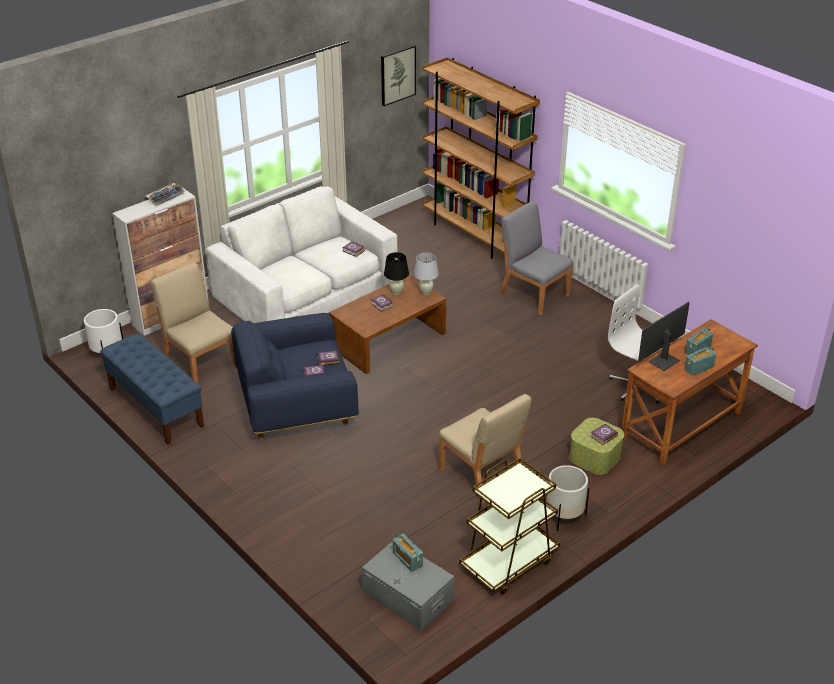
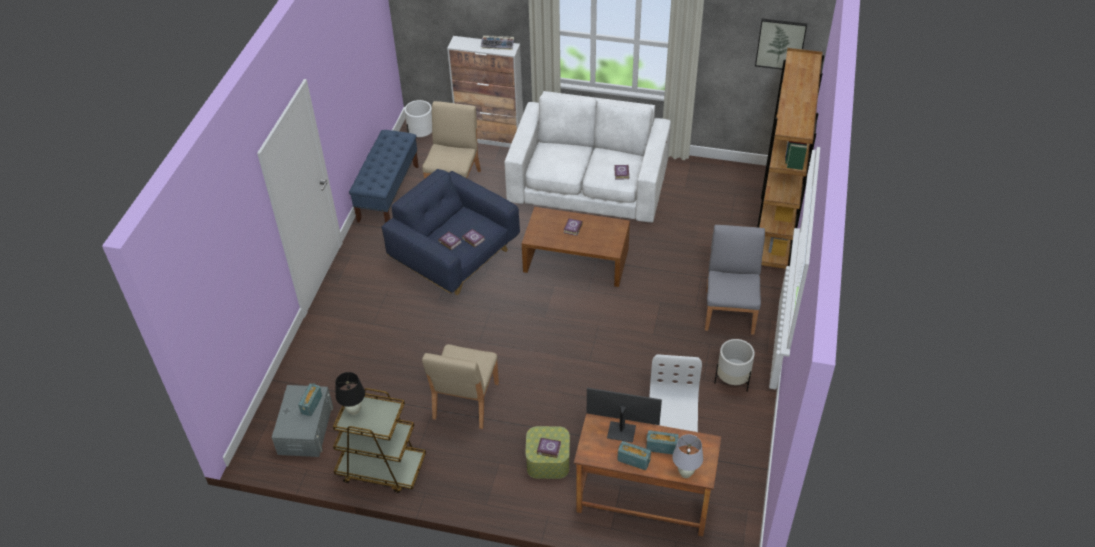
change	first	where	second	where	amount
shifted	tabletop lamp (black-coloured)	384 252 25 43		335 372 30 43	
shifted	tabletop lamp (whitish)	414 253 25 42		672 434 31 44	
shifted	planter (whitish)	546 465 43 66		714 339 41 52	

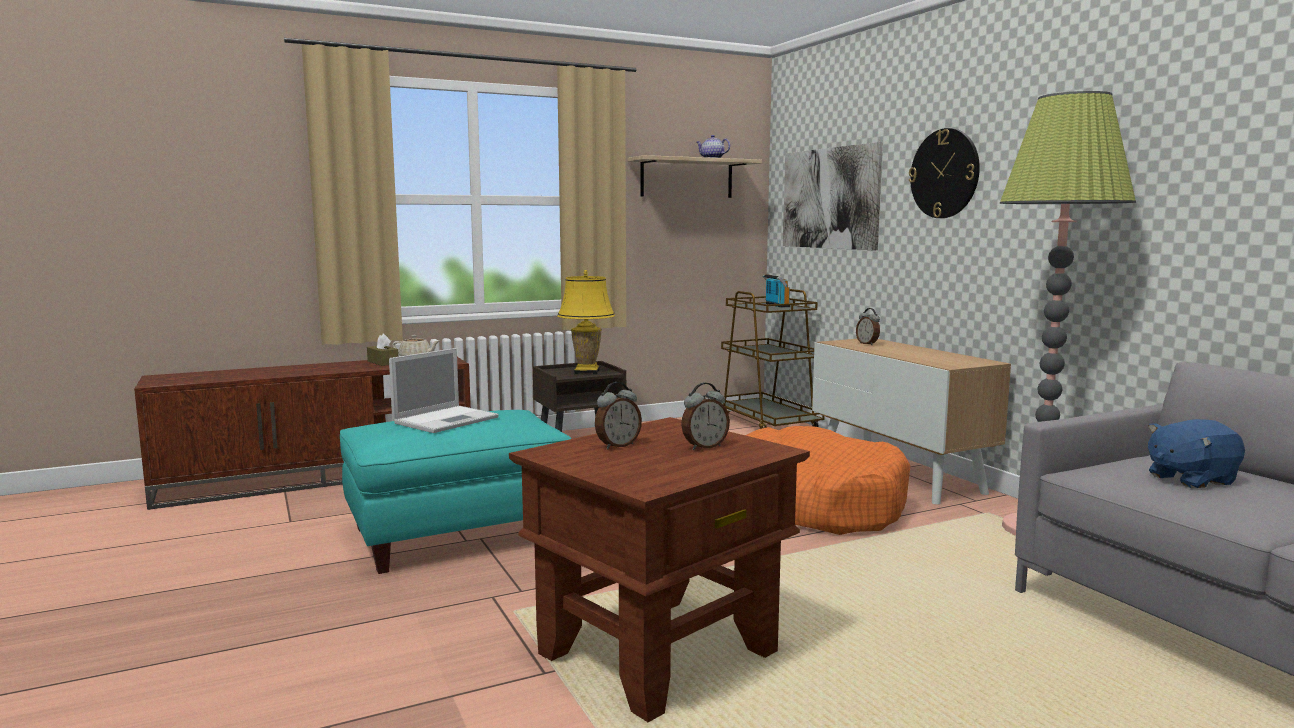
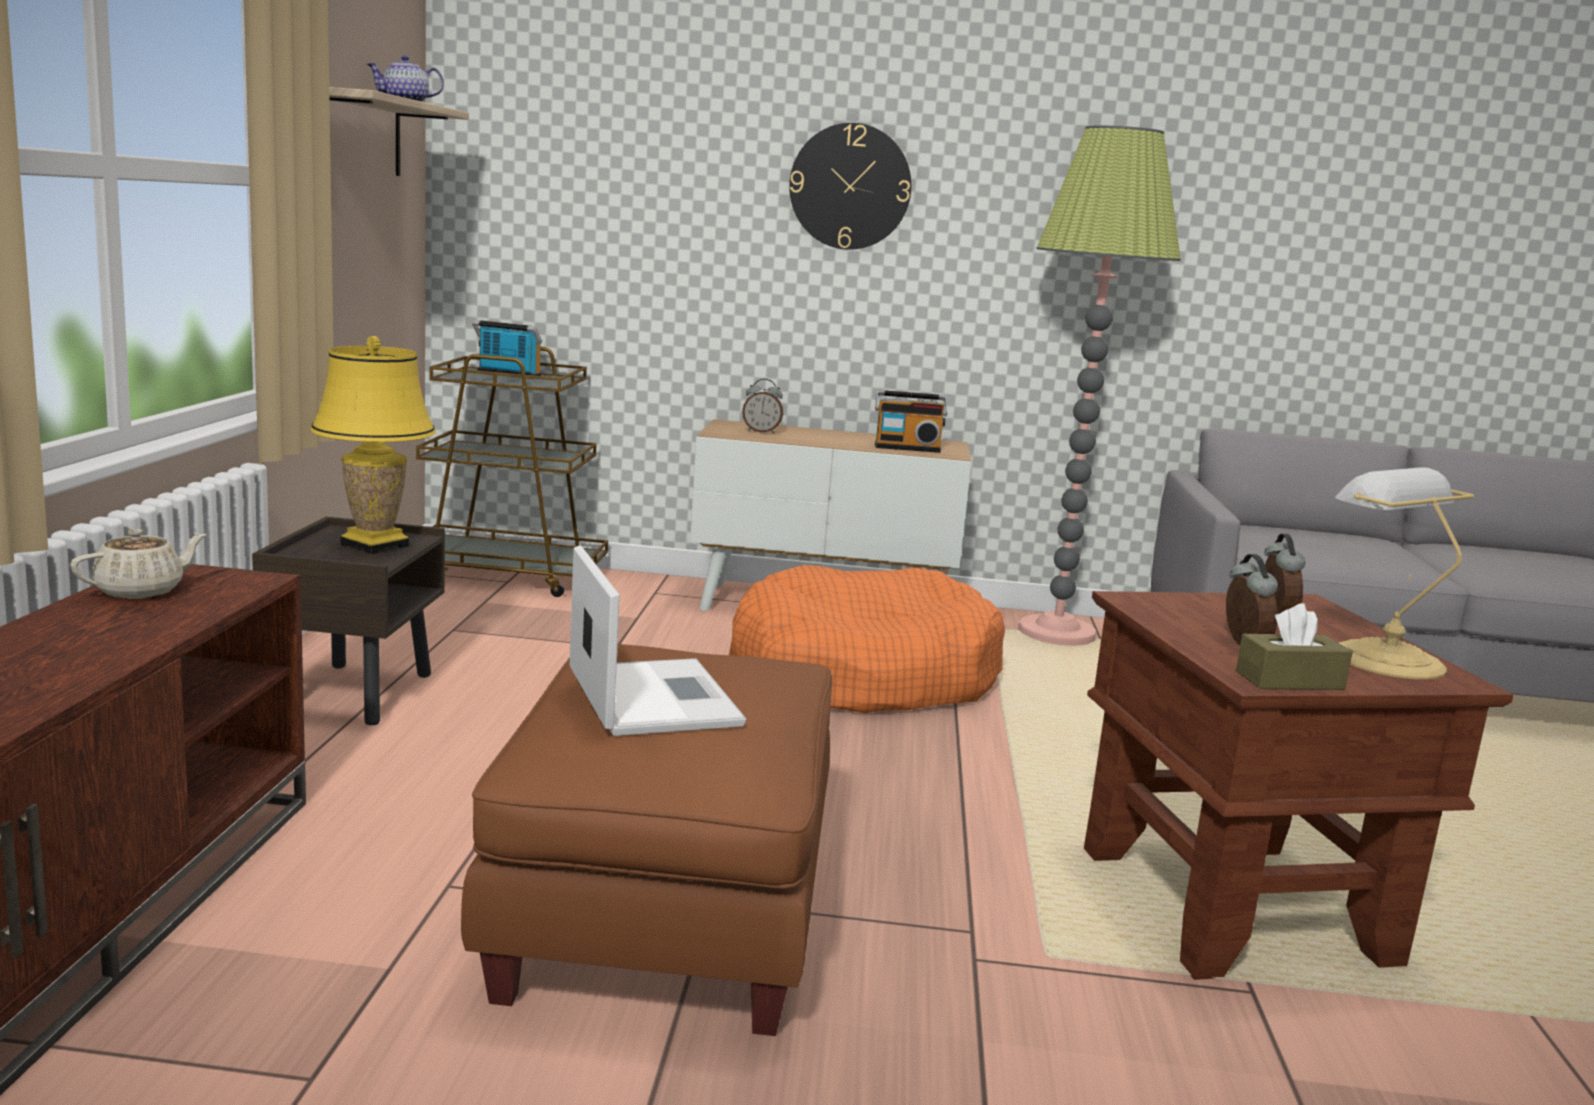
change	first	where	second	where	amount
repainted	ottoman (turquoise)	340 410 231 164	ottoman (brown)	461 644 371 392	
shifted	box of tissues (brown)	367 334 32 32		1236 603 117 87	
gone	wall art	783 142 100 109			
gone	cuddly toy (bluish)	1148 419 97 69			
new			radio set	875 390 73 63	
new			tabletop lamp	1335 467 139 212	

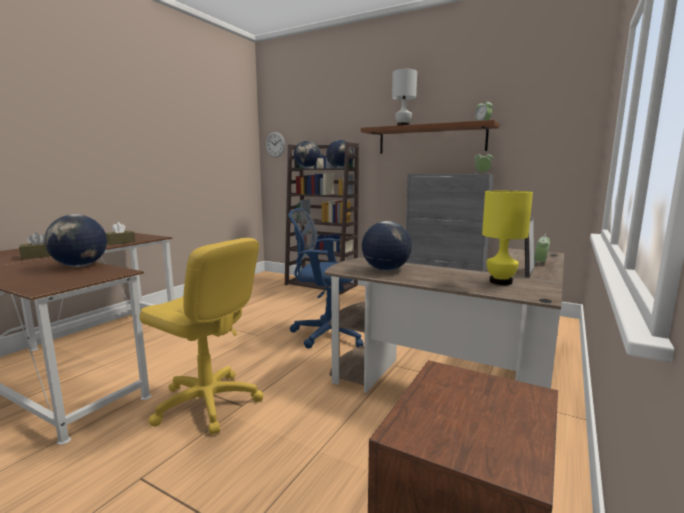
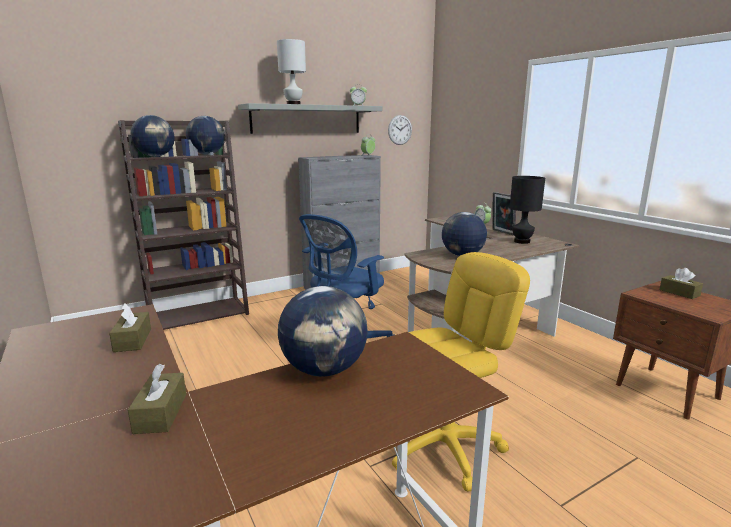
change	first	where	second	where	amount
shifted	wall clock	266 132 19 25		388 115 24 30	
repainted	shelf (brown)	361 120 138 33	shelf (gray)	238 103 144 31	
repainted	tabletop lamp (yellow-coloured)	482 191 51 94	tabletop lamp (black-coloured)	510 176 35 68	
new			box of tissues (brown)	659 268 44 31	

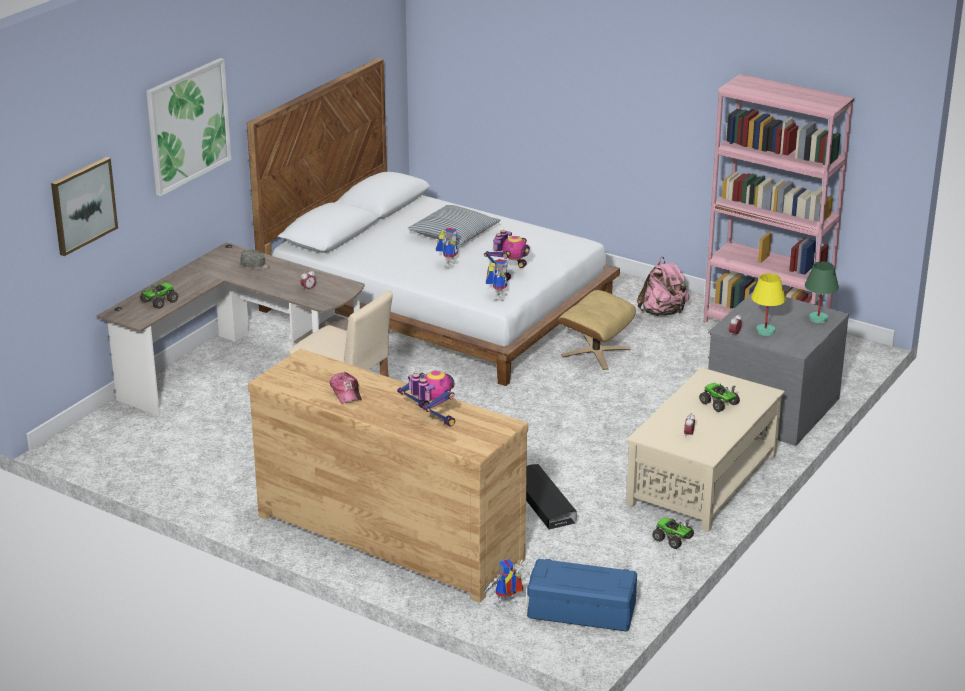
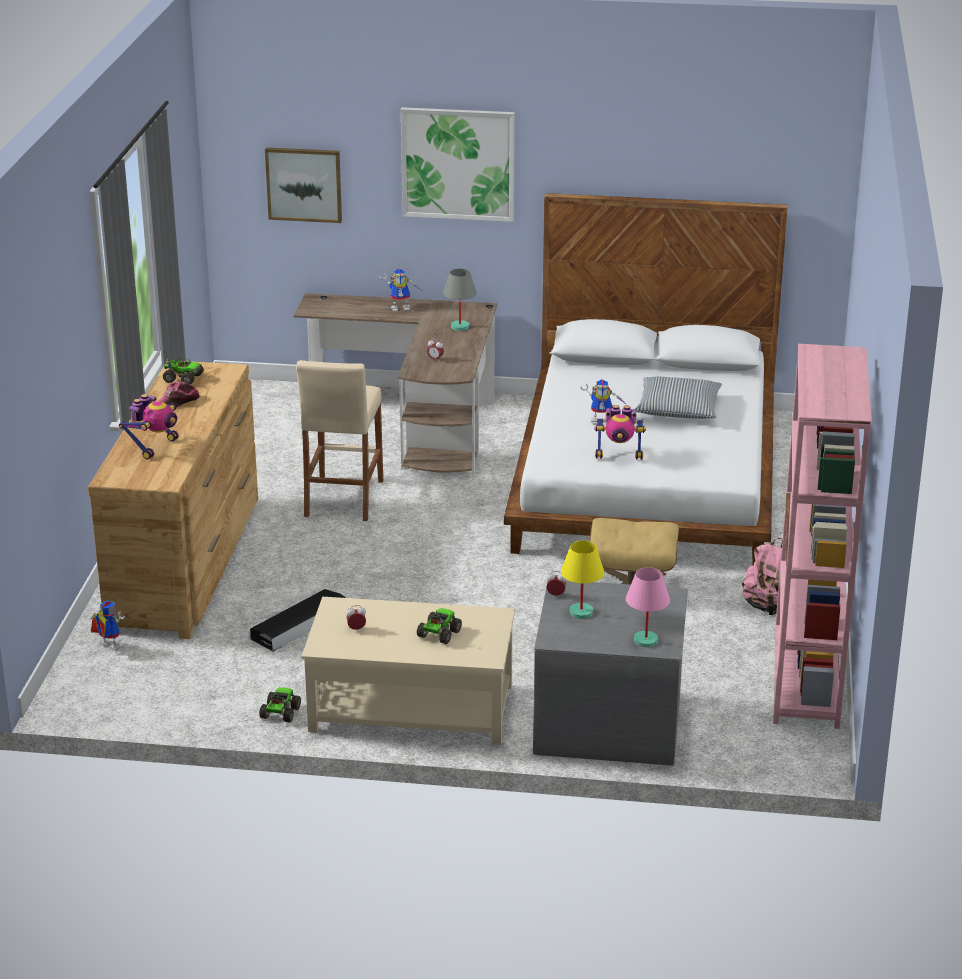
change	first	where	second	where	amount
shifted	toy truck	140 282 38 27		163 357 41 28	
swapped	cap (gray)	241 249 29 21	tabletop lamp (gray)	443 268 34 63	
shifted	robot figure	486 259 22 42		380 269 44 42	
gone	storage bin (bluish)	527 559 110 72			
repainted	tabletop lamp (green-coloured)	805 262 34 61	tabletop lamp (pink)	626 567 44 80	

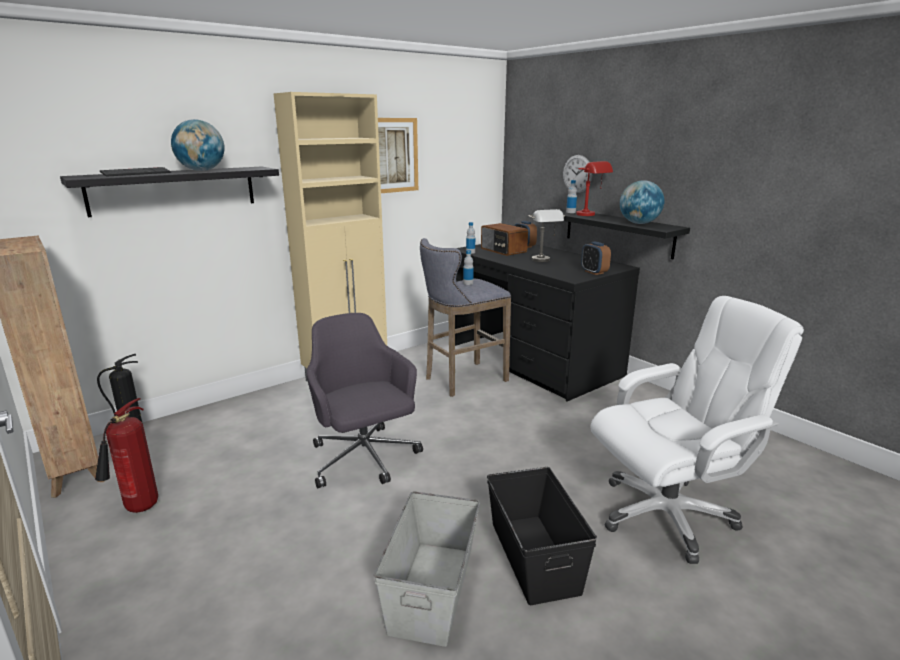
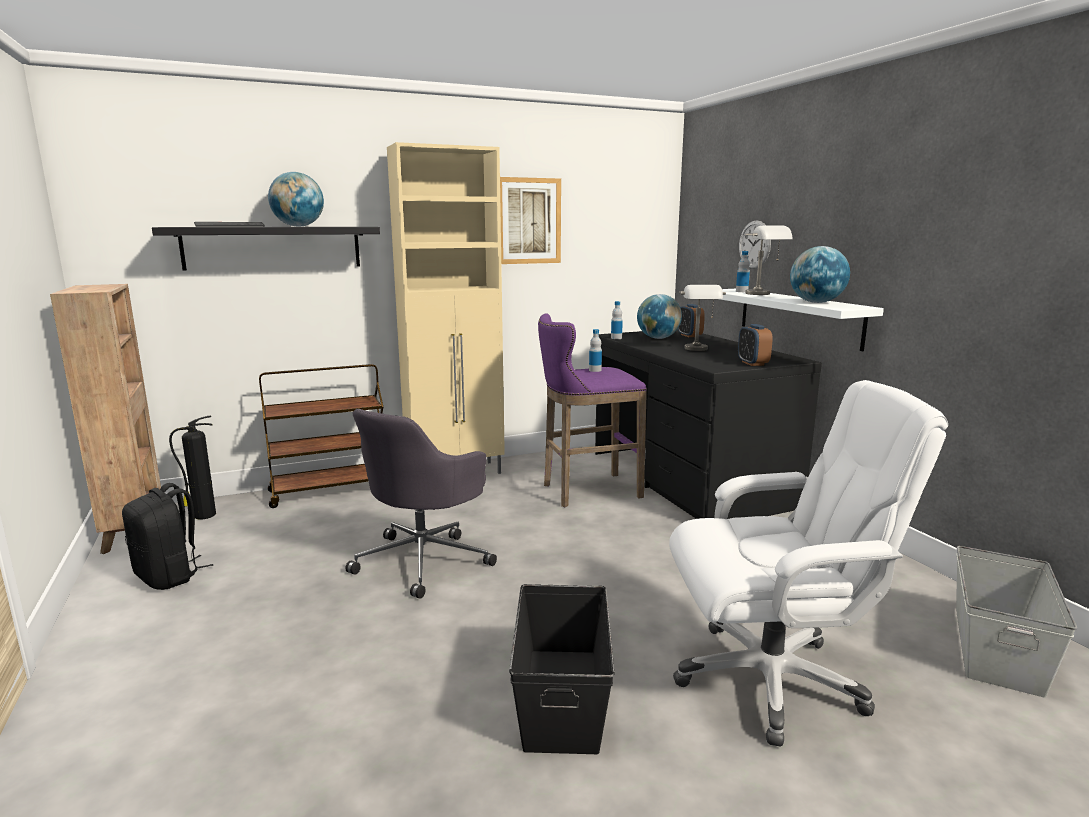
change	first	where	second	where	amount
swapped	extinguisher	95 398 63 115	knapsack (black-coloured)	122 483 91 107	
rotated	computer chair (gray)	307 313 116 175		345 409 152 190	135 degrees counterclockwise
shifted	storage bin (gray)	374 491 106 156		956 546 121 152	
repainted	stool (gray)	420 238 91 159	stool (purple-coloured)	538 313 109 194	
swapped	radio set	481 223 47 33	desk globe	637 294 45 45	
repainted	shelf (black-coloured)	559 208 131 52	shelf (whitish)	720 289 164 62	
repainted	tabletop lamp (reddish)	576 161 37 55	tabletop lamp (gray)	745 225 48 70	
new			trolley (brown)	259 364 124 144	

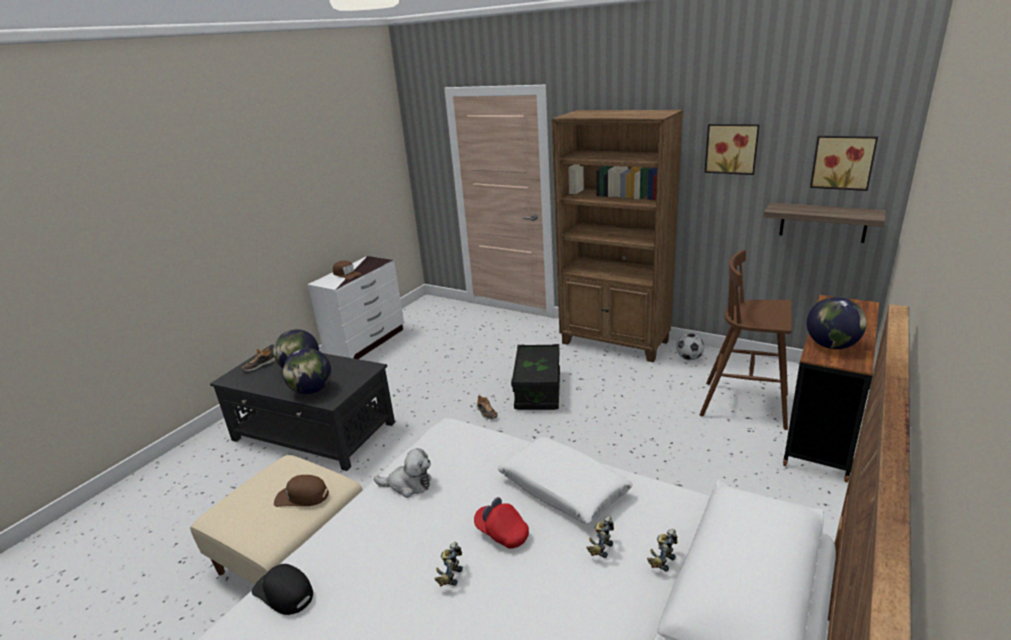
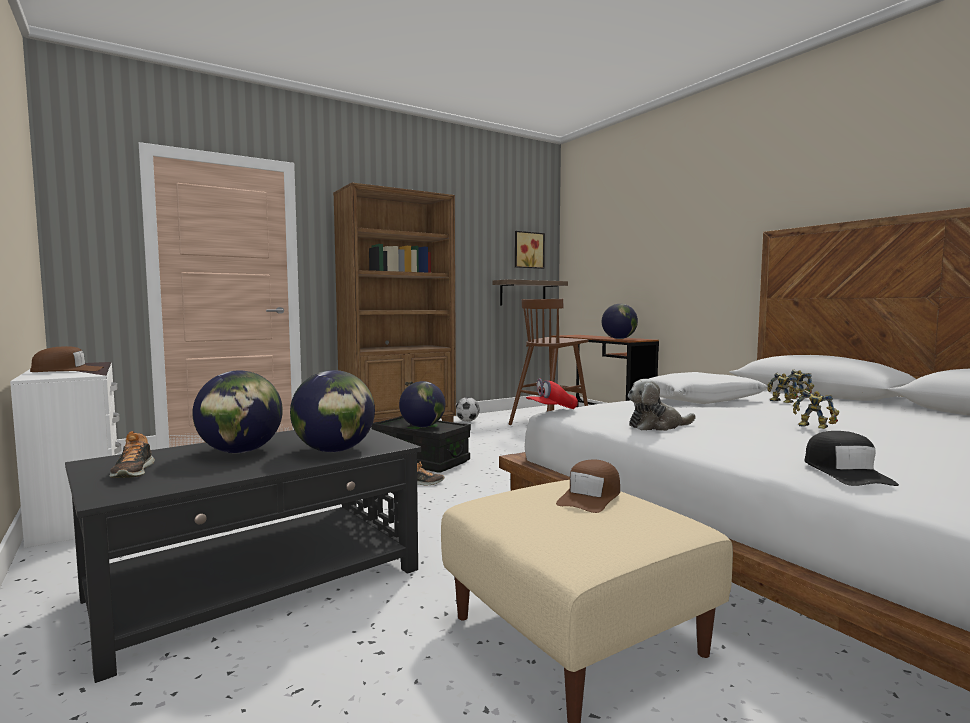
change	first	where	second	where	amount
rotated	cap (black-coloured)	252 564 61 51		805 431 94 55	60 degrees counterclockwise
rotated	cuddly toy	374 448 57 50		628 379 67 52	135 degrees counterclockwise
shifted	cap (reddish)	474 497 55 52		526 379 52 30	
gone	wall art	705 124 55 51			
new			desk globe	399 381 46 46	

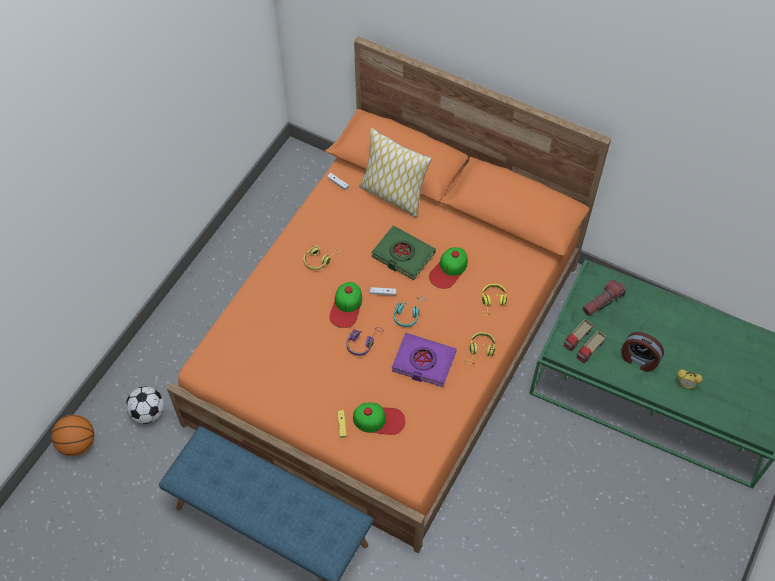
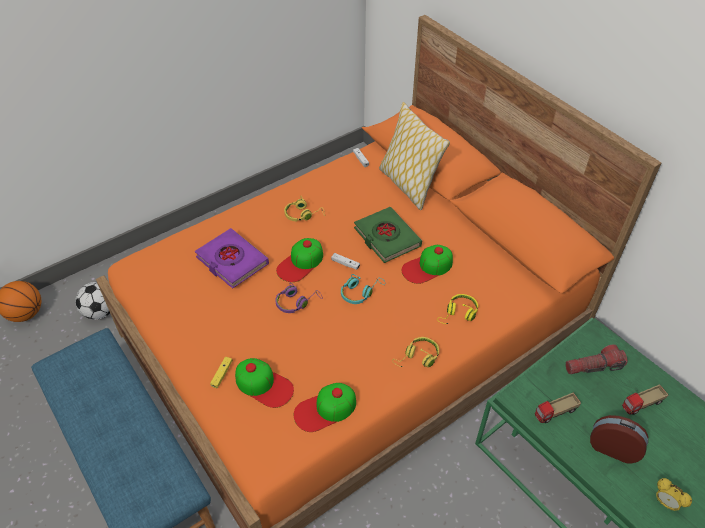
change	first	where	second	where	amount
shifted	bound book (purple-coloured)	392 333 65 54		195 228 74 61	
shifted	toy truck	564 319 29 32		622 384 46 31	
rotated	table clock	621 332 43 40		590 415 58 48	150 degrees clockwise
new			cap	294 383 62 49	

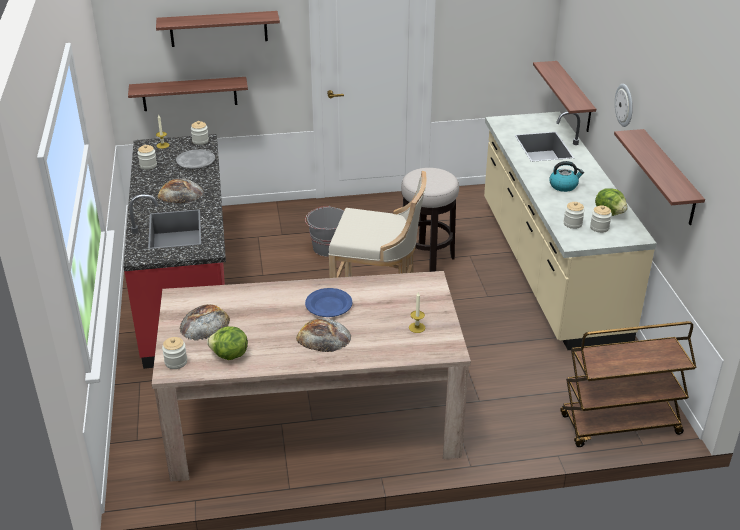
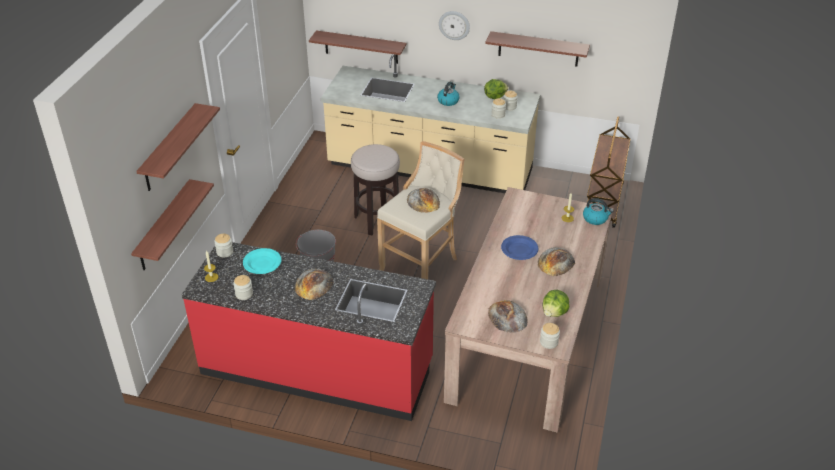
change	first	where	second	where	amount
repainted	dinner plate (gray)	176 149 39 20	dinner plate (turquoise)	243 248 39 26	
new			bread	407 188 33 25	
new			water kettle	583 198 31 27	

